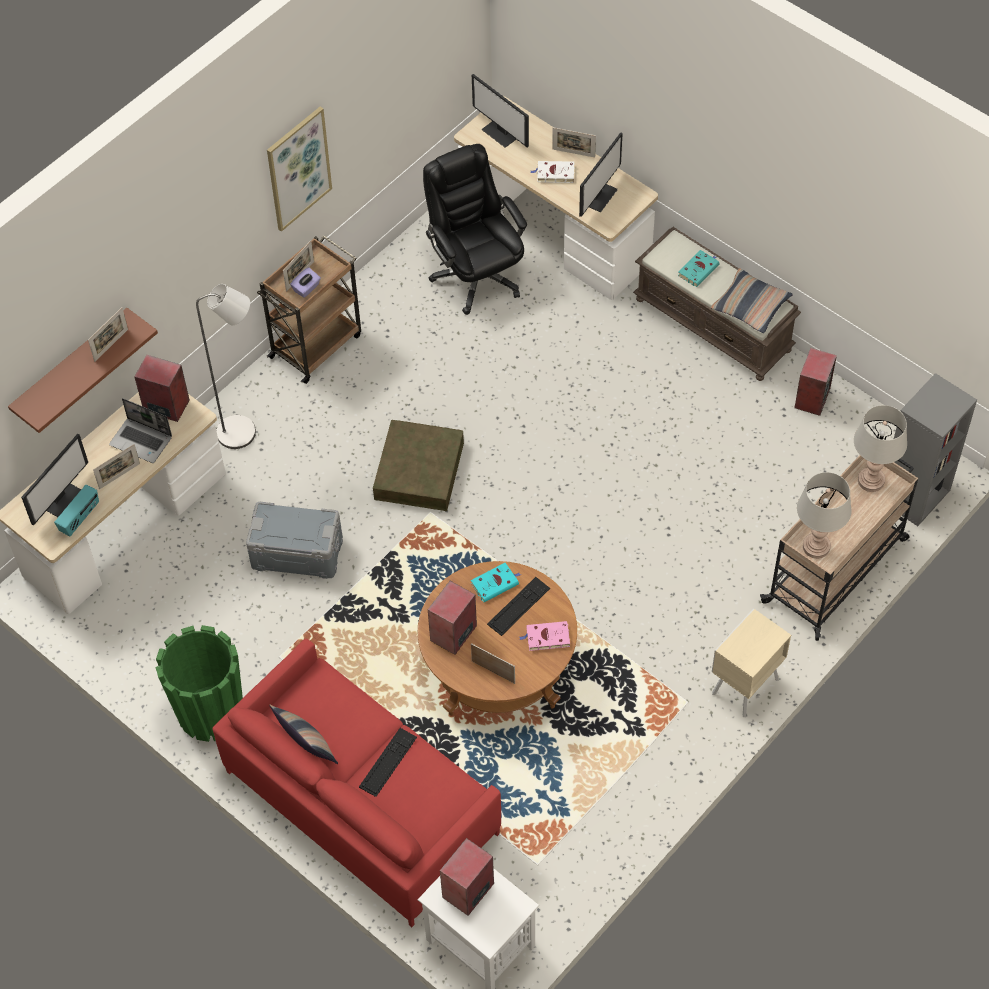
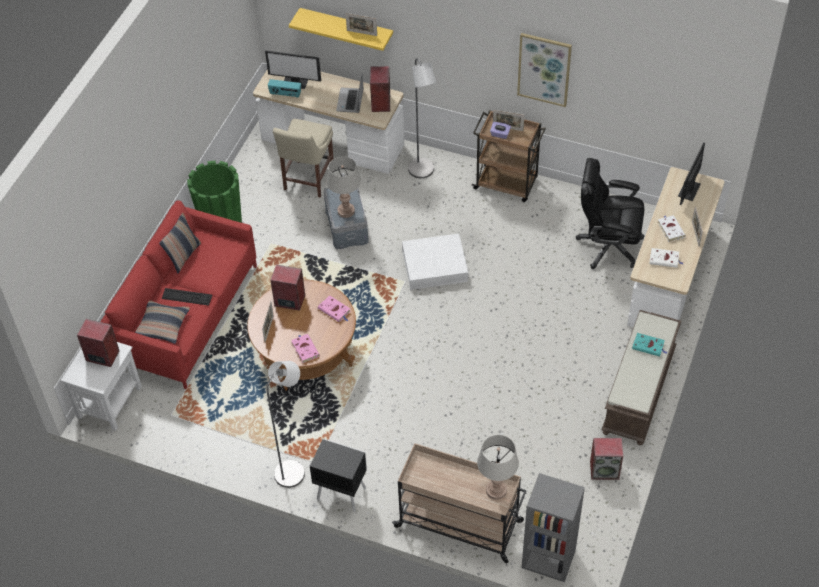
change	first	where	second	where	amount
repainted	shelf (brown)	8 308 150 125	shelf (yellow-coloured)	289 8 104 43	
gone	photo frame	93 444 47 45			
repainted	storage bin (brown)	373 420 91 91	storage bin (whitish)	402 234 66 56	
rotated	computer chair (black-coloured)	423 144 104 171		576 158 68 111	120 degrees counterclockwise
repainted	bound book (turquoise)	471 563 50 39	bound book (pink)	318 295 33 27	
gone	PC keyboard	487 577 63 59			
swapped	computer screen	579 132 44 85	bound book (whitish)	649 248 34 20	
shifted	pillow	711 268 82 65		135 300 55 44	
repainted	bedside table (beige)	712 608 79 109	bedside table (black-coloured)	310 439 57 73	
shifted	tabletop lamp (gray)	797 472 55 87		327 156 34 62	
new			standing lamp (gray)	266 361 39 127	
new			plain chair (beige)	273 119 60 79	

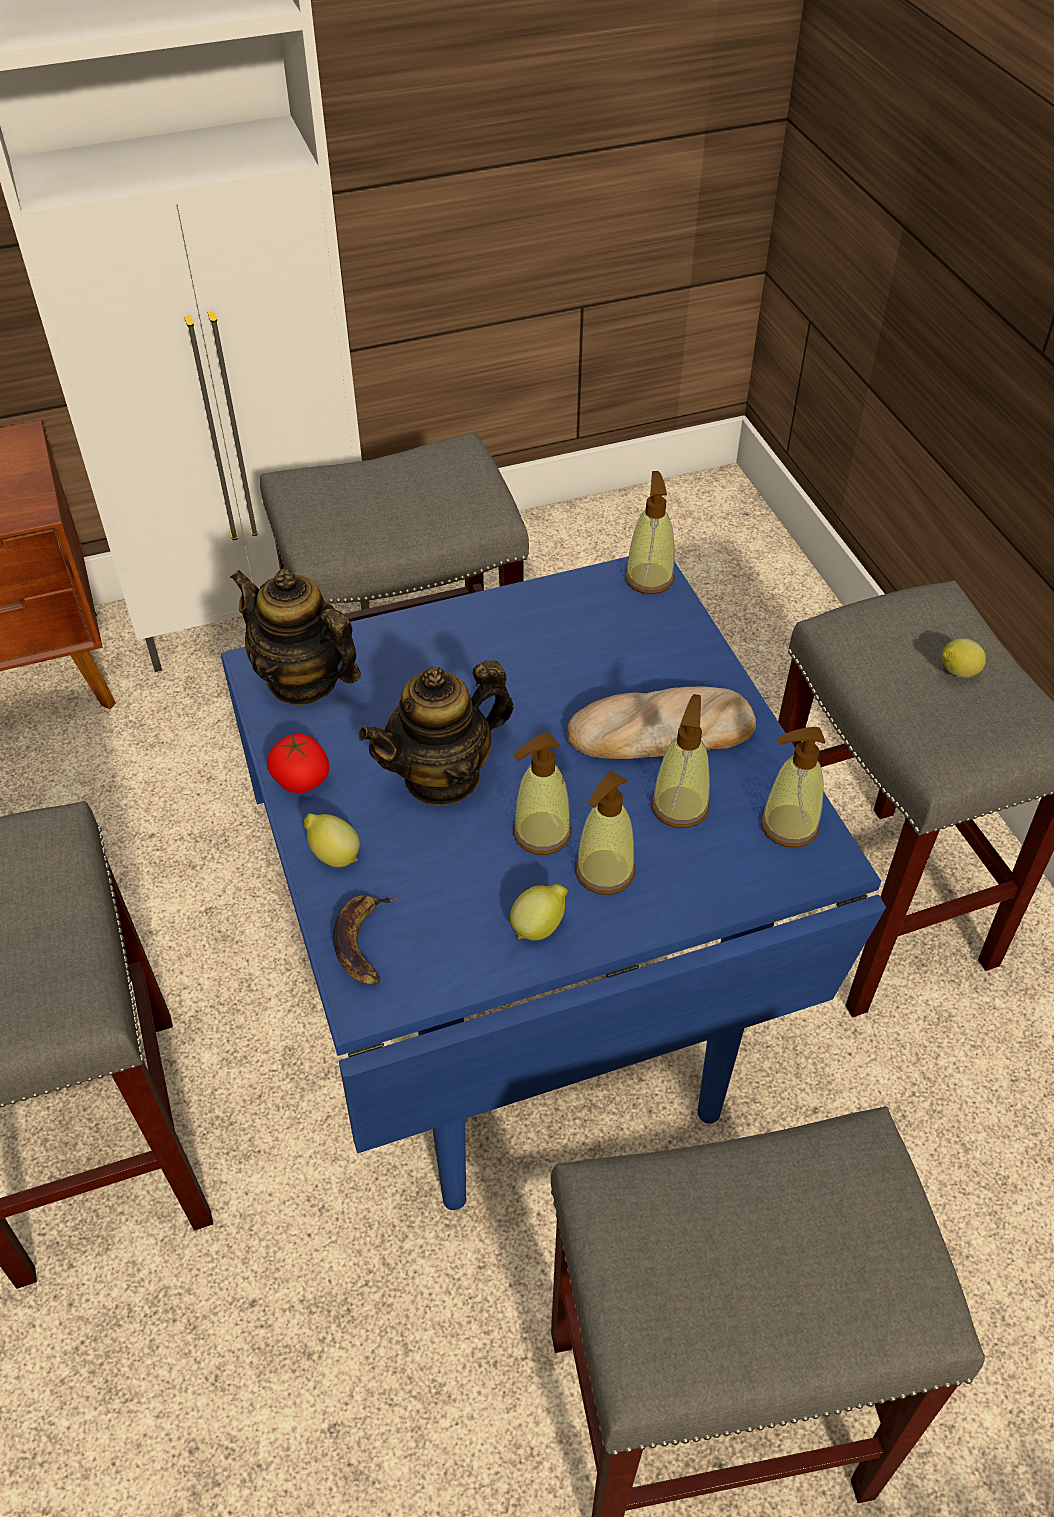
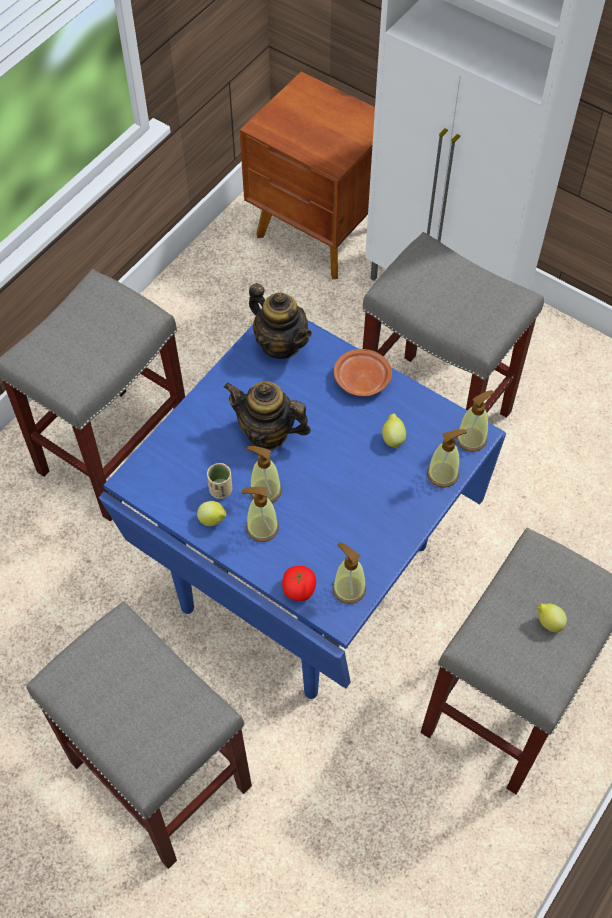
change	first	where	second	where	amount
rotated	tea pot	230 569 131 136		249 283 63 76	135 degrees clockwise
shifted	tomato	267 734 62 59		282 566 34 35	
shifted	lemon	304 813 56 54		382 413 24 36	
gone	banana	333 895 64 90			
gone	bread	567 687 189 72			
shifted	liquid soap bottle	651 694 59 134		427 429 40 59	
new			small cup (beige)	207 463 25 36	
new			dinner plate (brown)	334 349 58 48	

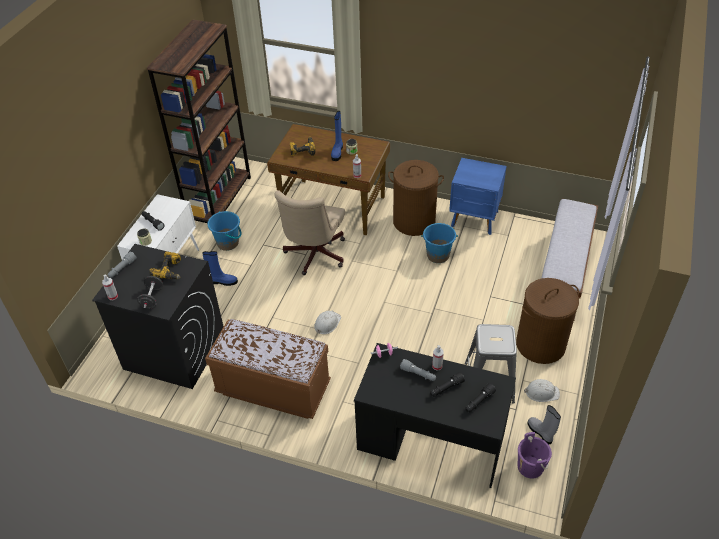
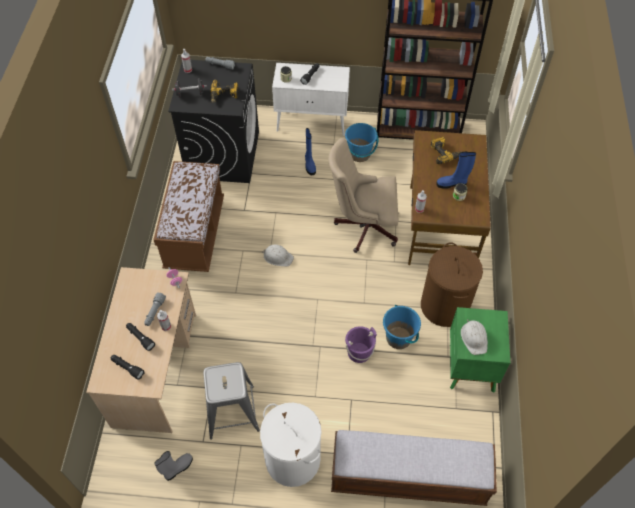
change	first	where	second	where	amount
repainted	desk (black-coloured)	354 343 162 145	desk (beige)	86 267 110 166	
repainted	bedside table (bluish)	449 158 58 77	bedside table (green-coloured)	450 307 60 86	
repainted	laundry basket (brown)	516 278 63 86	laundry basket (whitish)	260 403 61 84	
shifted	bucket (purple-coloured)	518 432 34 47		345 326 32 37	
shifted	work helmet (whitish)	524 379 36 23		461 320 27 35	

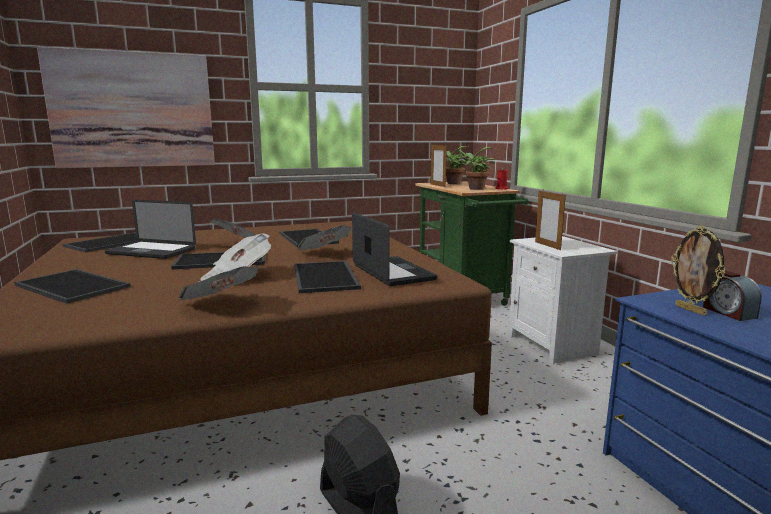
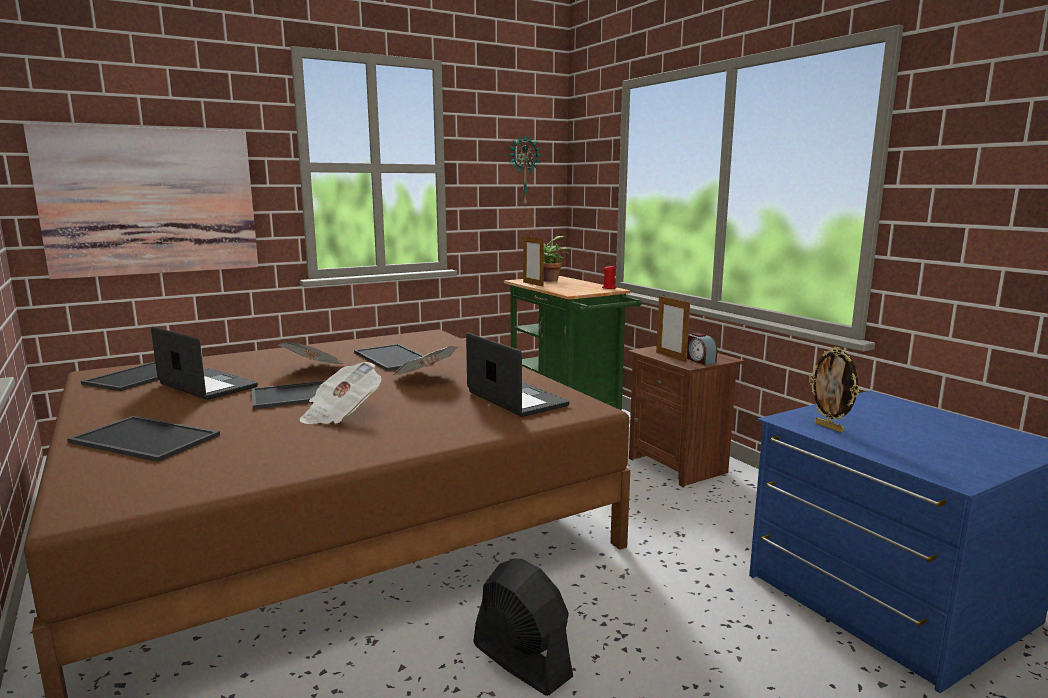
change	first	where	second	where	amount
rotated	notebook computer	104 200 92 59		151 327 107 73	150 degrees counterclockwise
gone	printed paper	179 266 80 34			
gone	carrying tray	294 261 67 32			
gone	potted plant	457 147 38 43			
repainted	bedside table (whitish)	508 236 110 129	bedside table (brown)	628 346 116 142	
shifted	table clock	703 270 59 51		687 333 30 32	
new			wall clock	508 134 34 72	

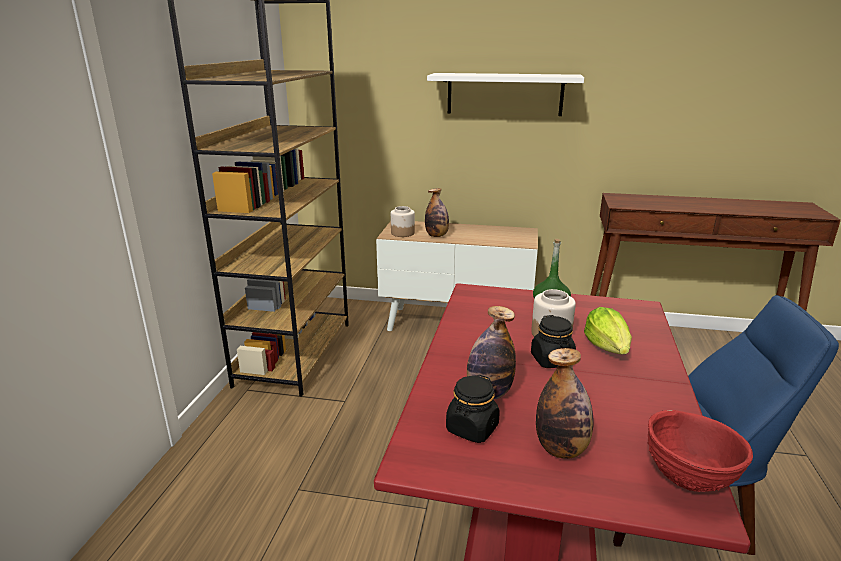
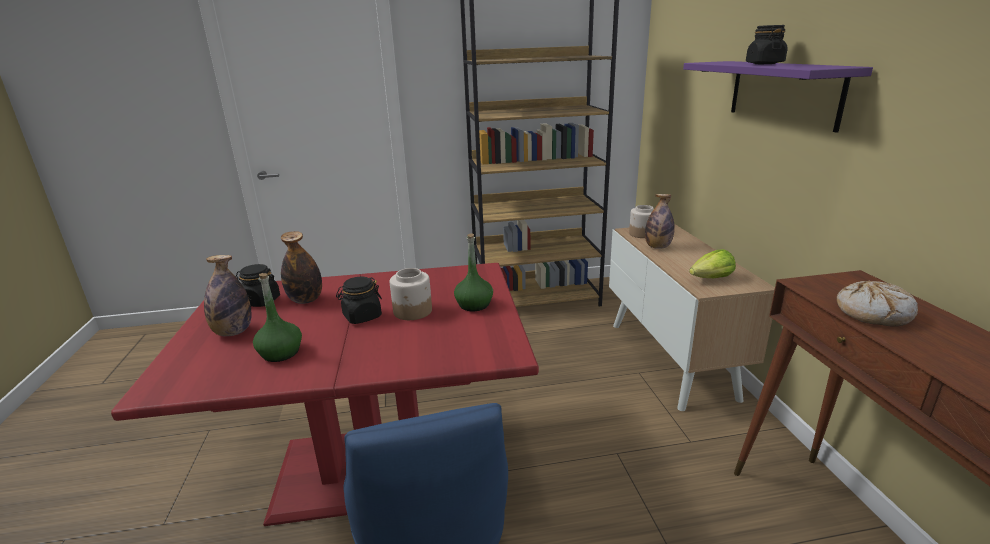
change	first	where	second	where	amount
repainted	shelf (whitish)	427 73 157 43	shelf (purple-coloured)	683 61 190 72	
shifted	lettuce	584 307 48 47		689 249 47 29	
gone	deep dish (reddish)	648 410 105 82			
new			drink bottle (green-coloured)	253 273 49 89	
new			preserve jar (black-coloured)	746 25 41 39	
new			bread	837 281 81 45	

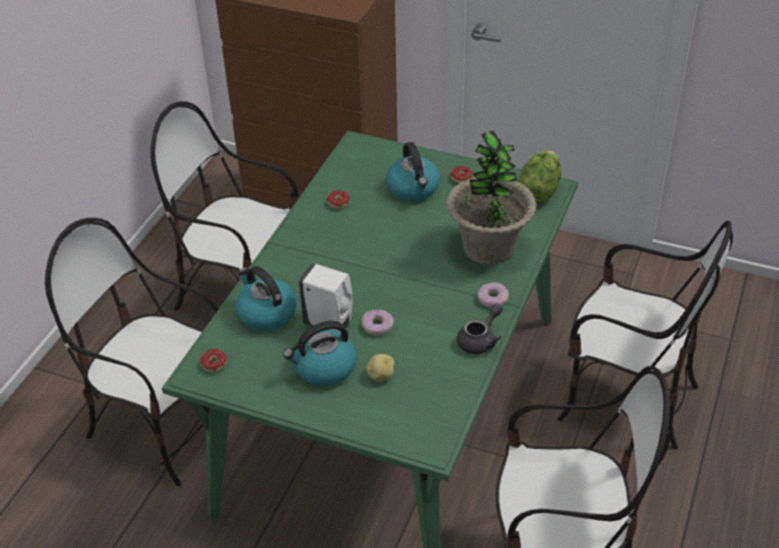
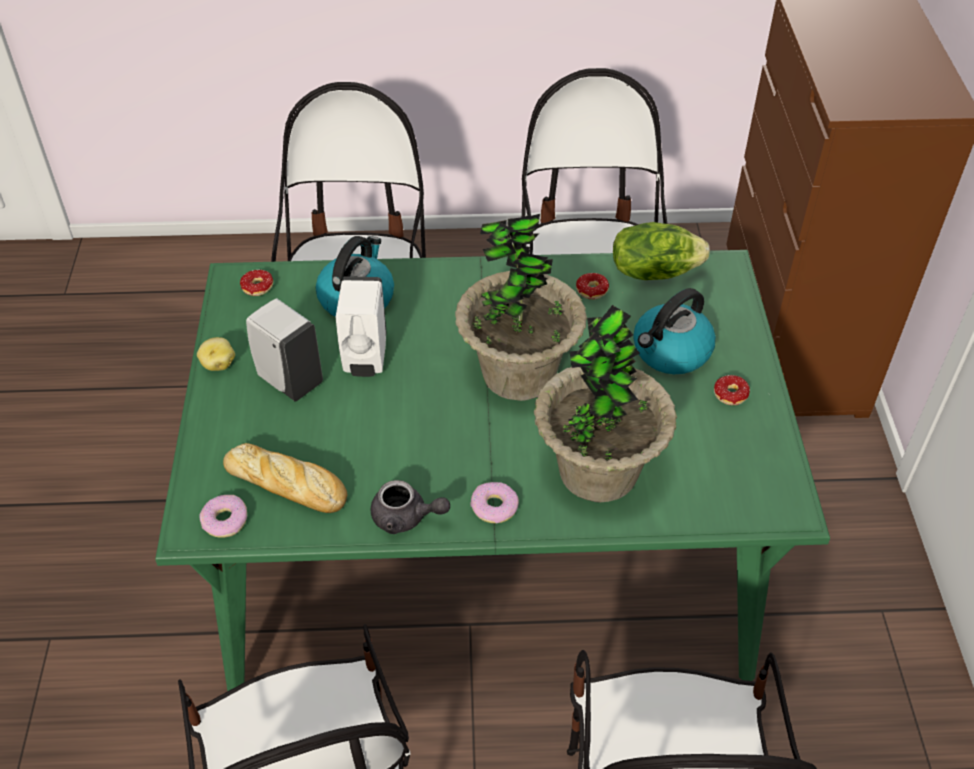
change	first	where	second	where	amount
swapped	water kettle	283 321 74 65	liquid soap bottle (whitish)	246 298 77 104	
shifted	doughnut	361 309 33 26		199 495 48 43	
shifted	whole potato	366 354 29 28		197 337 38 34	
shifted	lettuce	518 151 43 51		613 222 97 58	
new			bread	223 443 125 70	
new			potted plant	455 214 132 187	

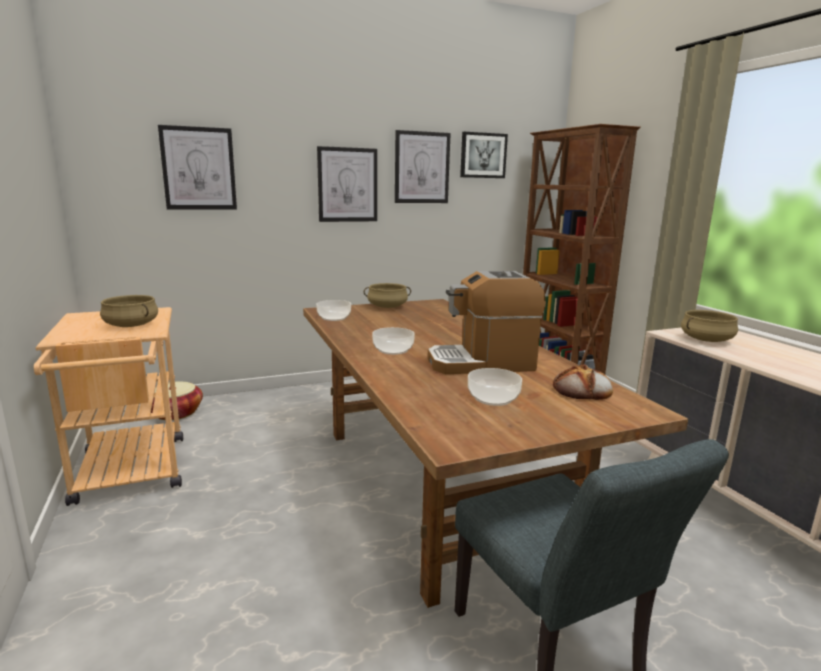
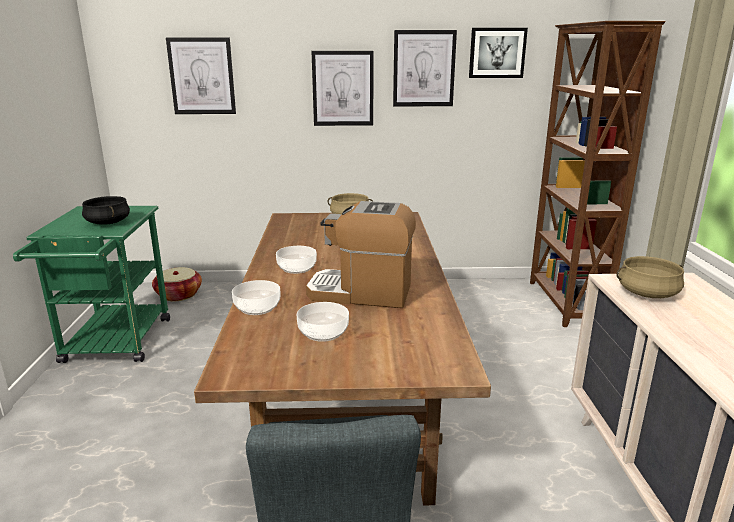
change	first	where	second	where	amount
repainted	trolley (beige)	34 307 149 199	trolley (green-coloured)	13 206 157 157	
repainted	stockpot (beige)	100 295 58 32	stockpot (black-coloured)	82 196 48 29	
shifted	deep dish	316 300 35 21		232 280 48 35	
gone	bread	553 364 60 36			

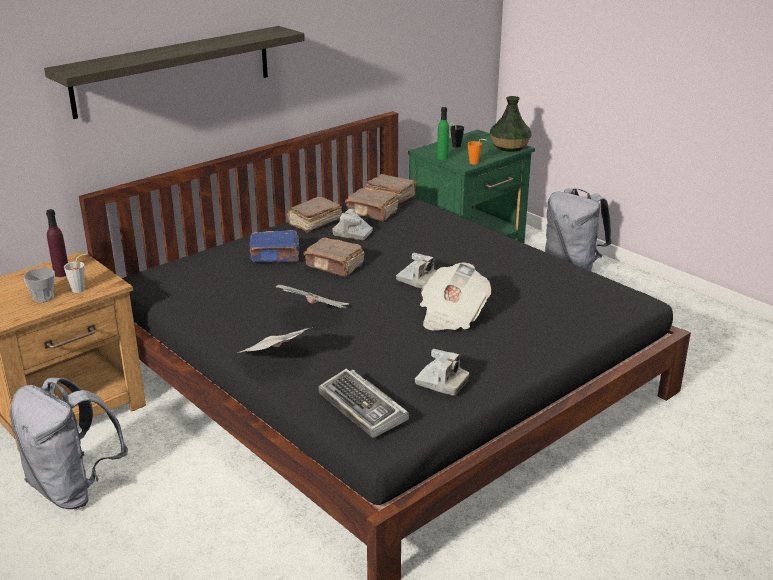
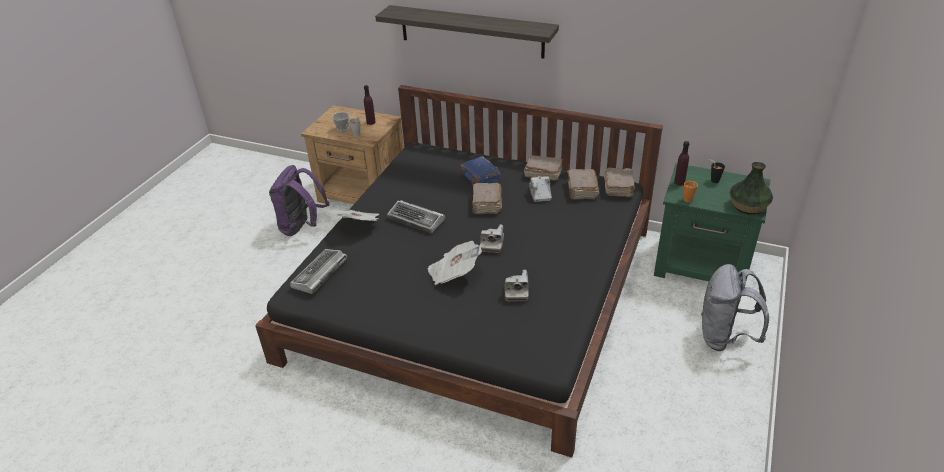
change	first	where	second	where	amount
repainted	knapsack (gray)	10 378 118 131	knapsack (purple-coloured)	269 165 60 71	
swapped	printed paper	276 285 73 23	PC keyboard	387 200 58 34	
shifted	still camera	415 349 54 47		505 270 24 31	
repainted	drink bottle (green-coloured)	437 107 12 53	drink bottle (purple-coloured)	674 141 15 45	

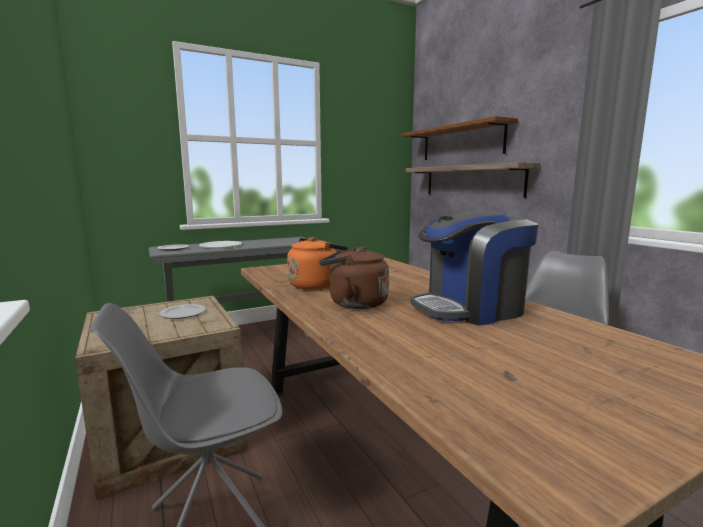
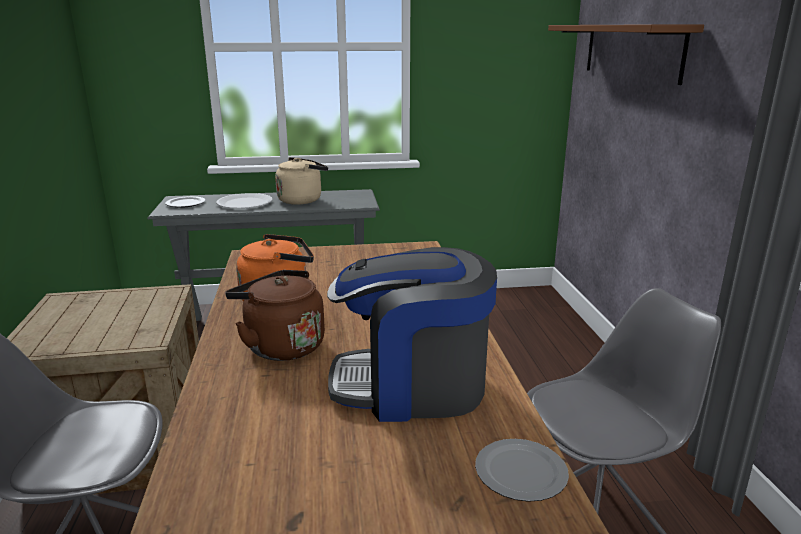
change	first	where	second	where	amount
shifted	dinner plate	159 304 47 15		475 439 94 63	
gone	shelf	406 162 134 36			
new			water kettle (beige)	275 157 53 48	

